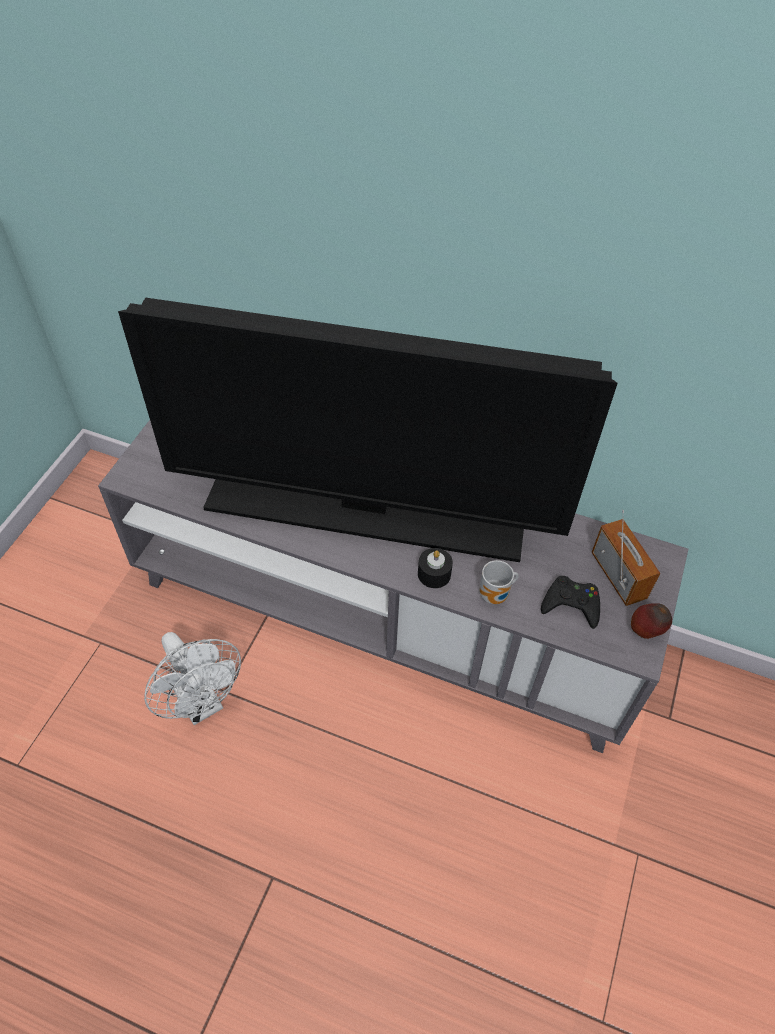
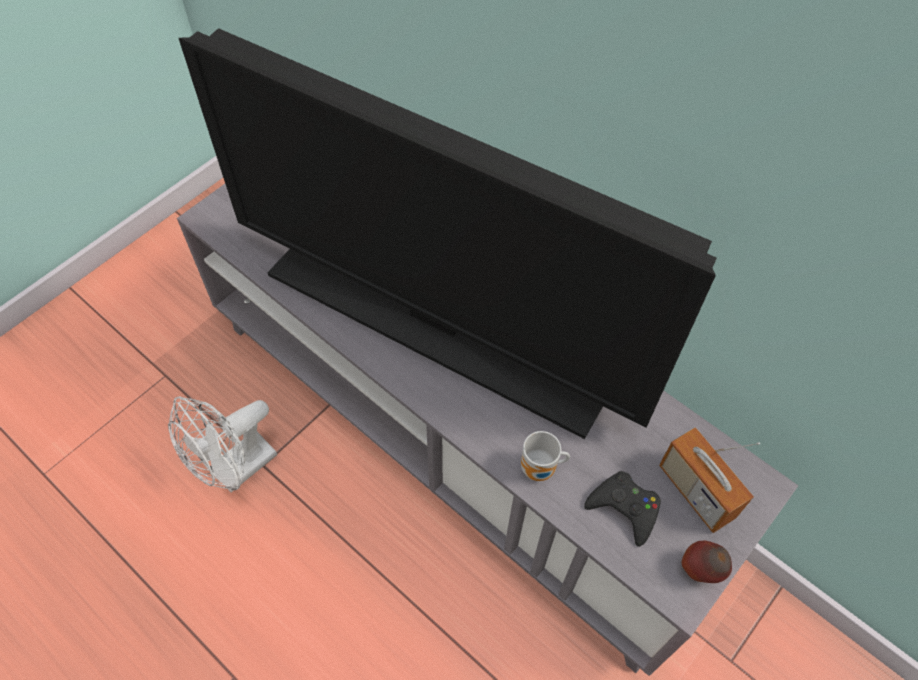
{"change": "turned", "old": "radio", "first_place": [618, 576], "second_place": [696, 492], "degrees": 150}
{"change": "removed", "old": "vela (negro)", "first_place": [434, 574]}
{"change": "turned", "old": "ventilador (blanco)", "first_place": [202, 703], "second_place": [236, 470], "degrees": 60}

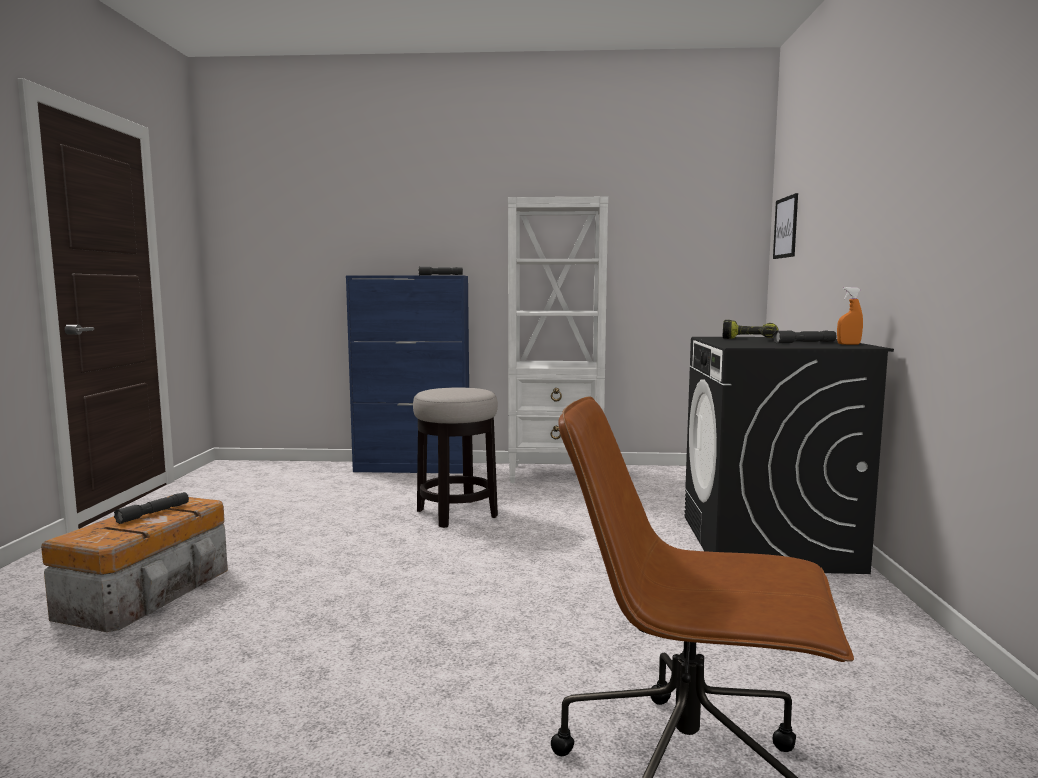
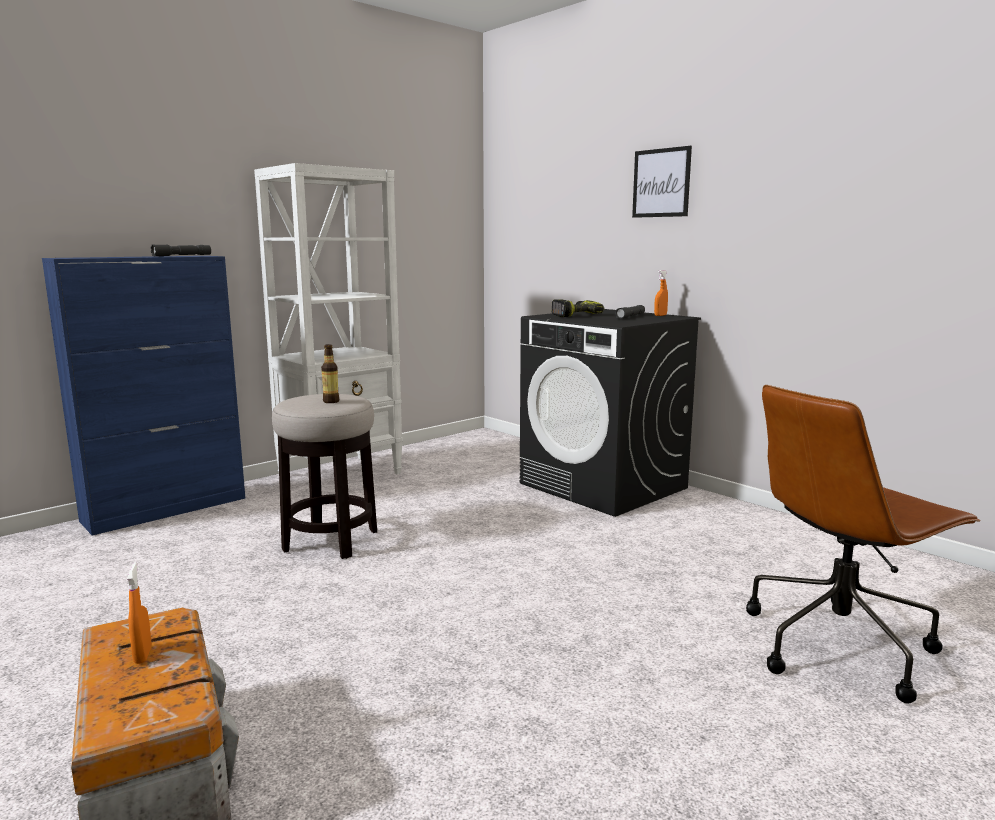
{"change": "moved", "old": "cuadro", "first_place": [786, 227], "second_place": [661, 183]}
{"change": "replaced", "old": "linterna (gris)", "new": "pulverizador (naranja)", "first_place": [153, 513], "second_place": [143, 655]}
{"change": "added", "new": "botella", "second_place": [331, 401]}

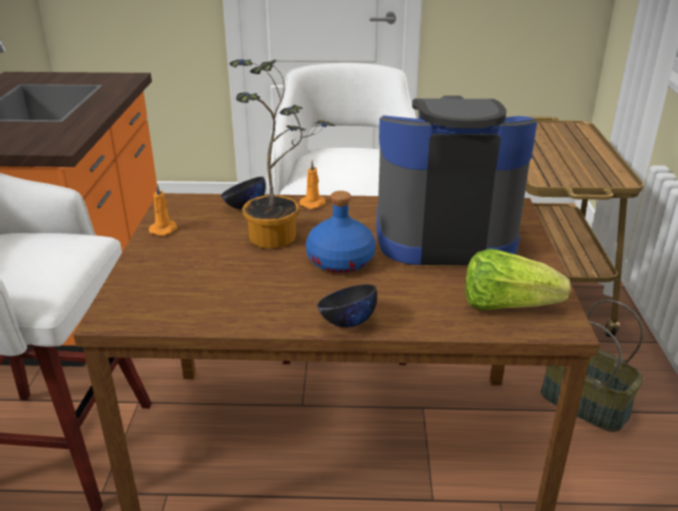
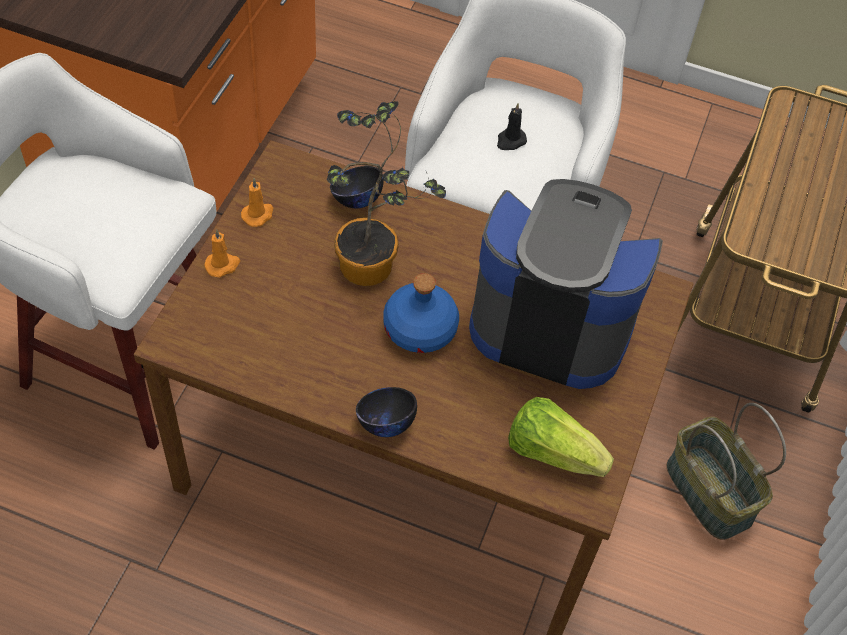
{"change": "moved", "old": "vela (naranja)", "first_place": [313, 203], "second_place": [223, 265]}
{"change": "added", "new": "vela (negro)", "second_place": [510, 141]}

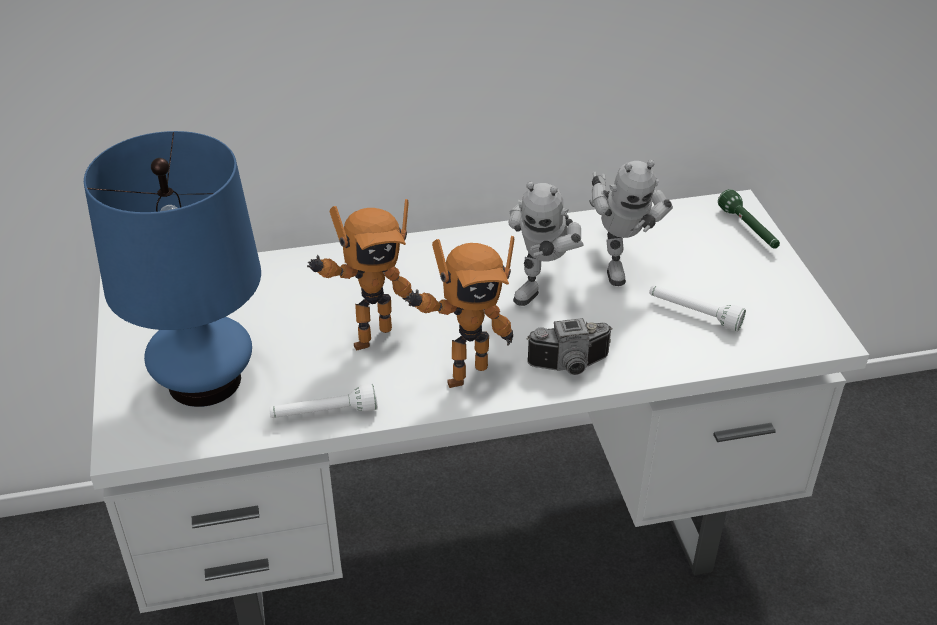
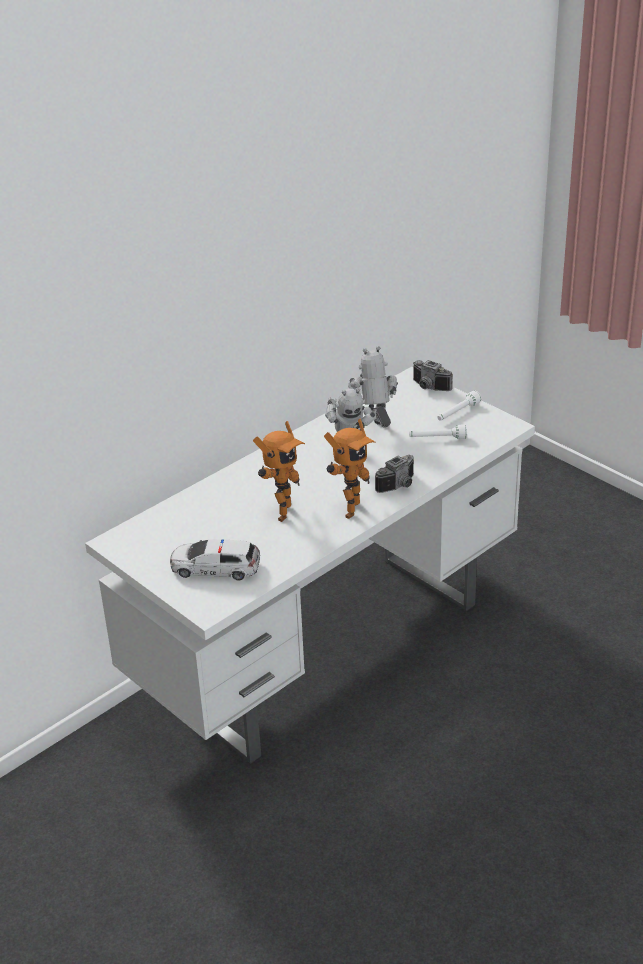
{"change": "replaced", "old": "lámpara de mesa (azul)", "new": "coche de juguete", "first_place": [204, 381], "second_place": [215, 567]}
{"change": "turned", "old": "robot de juguete", "first_place": [618, 262], "second_place": [376, 428], "degrees": -150}
{"change": "replaced", "old": "linterna (verde)", "new": "cámara", "first_place": [749, 230], "second_place": [429, 387]}
{"change": "moved", "old": "linterna (blanco)", "first_place": [324, 413], "second_place": [457, 413]}

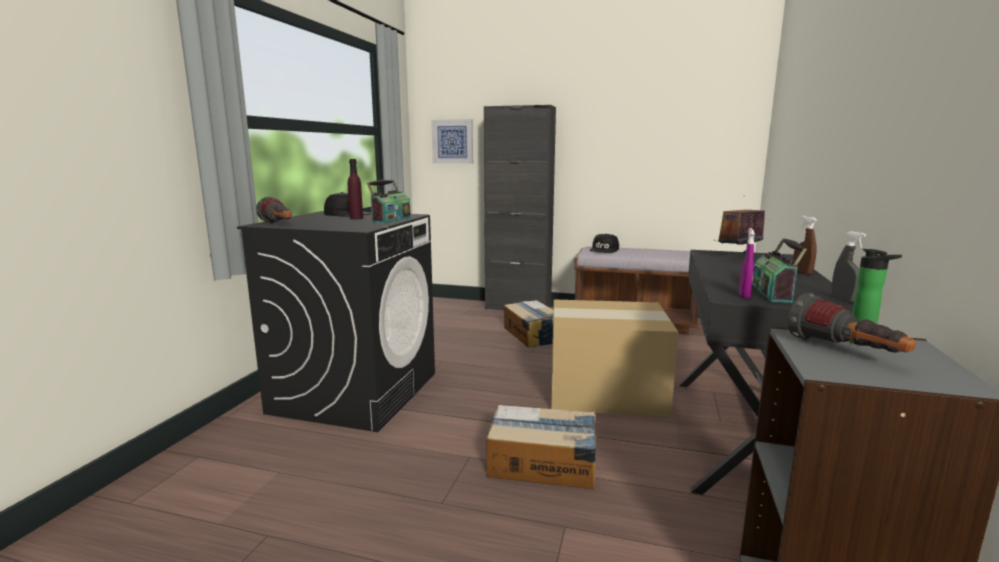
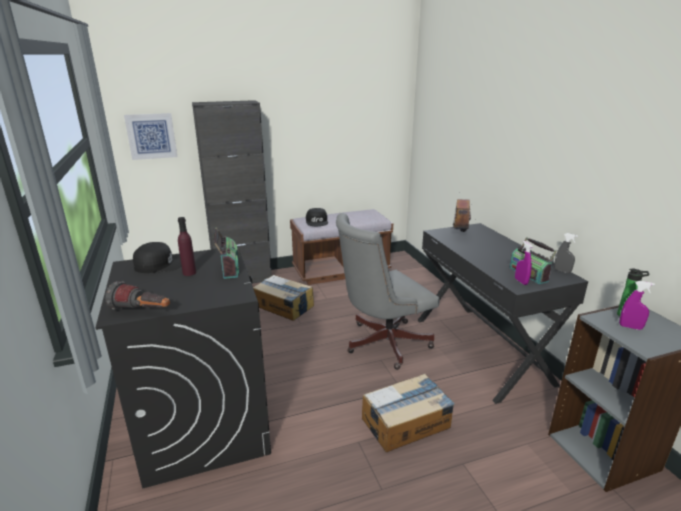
{"change": "removed", "old": "pulverizador (marrón)", "first_place": [802, 272]}
{"change": "replaced", "old": "linterna", "new": "pulverizador (morado)", "first_place": [845, 352], "second_place": [630, 327]}
{"change": "replaced", "old": "caja de cartón", "new": "silla de oficina (gris)", "first_place": [604, 390], "second_place": [382, 343]}

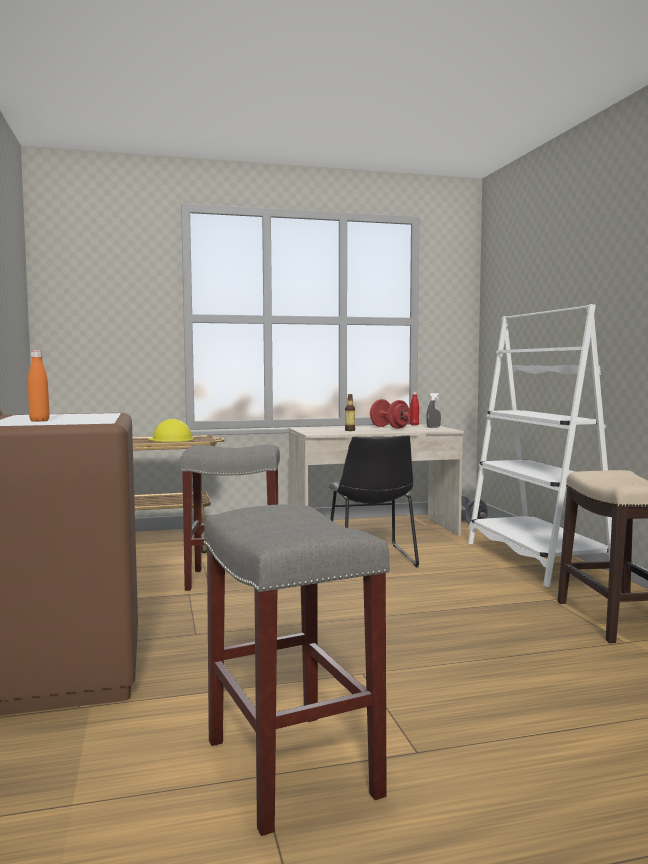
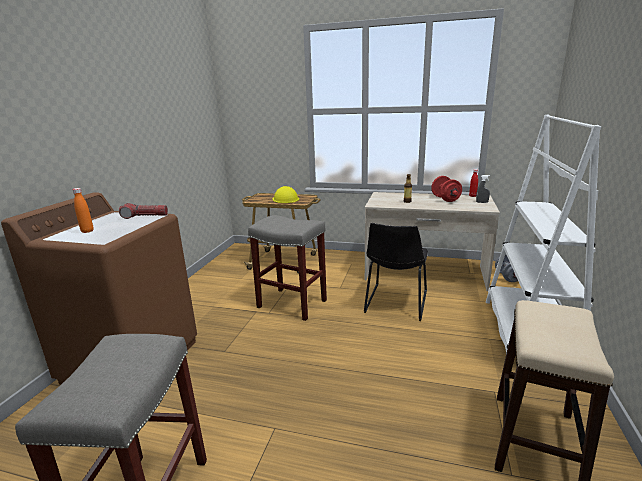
{"change": "added", "new": "linterna", "second_place": [144, 216]}

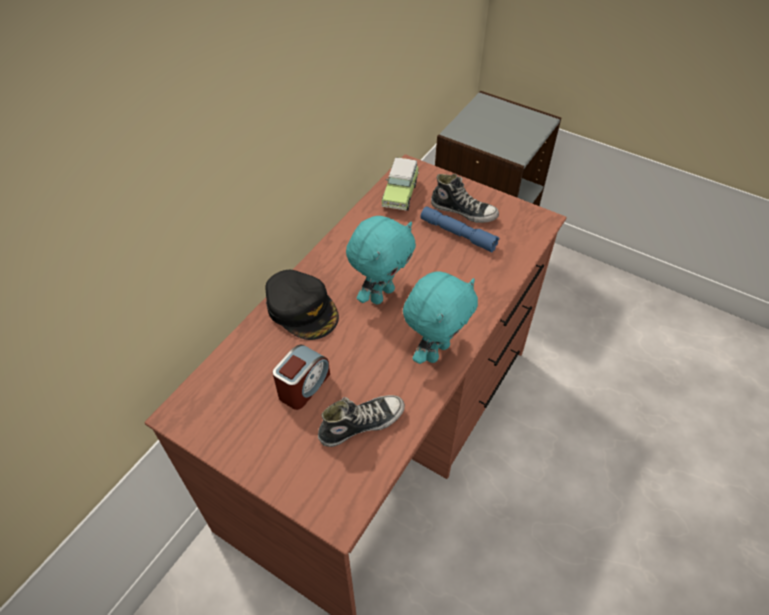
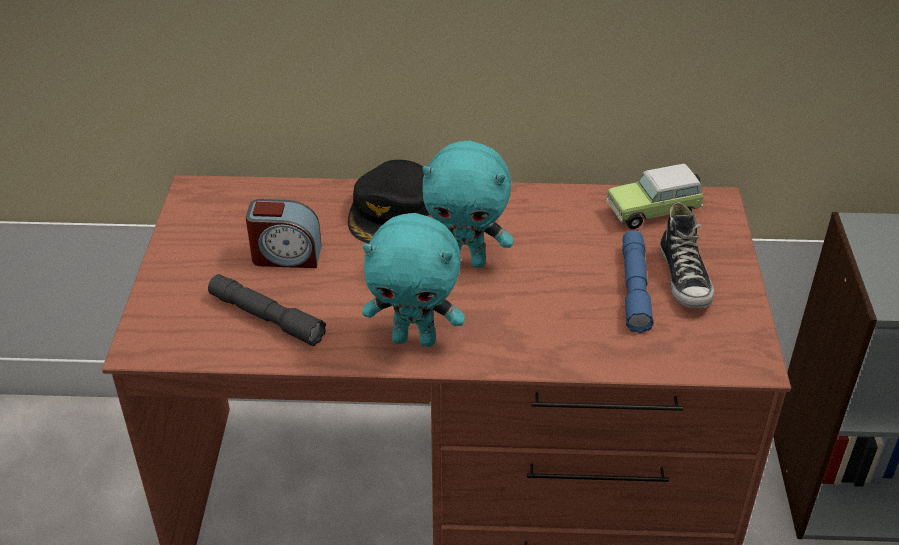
{"change": "replaced", "old": "zapato", "new": "linterna (gris)", "first_place": [361, 424], "second_place": [266, 318]}

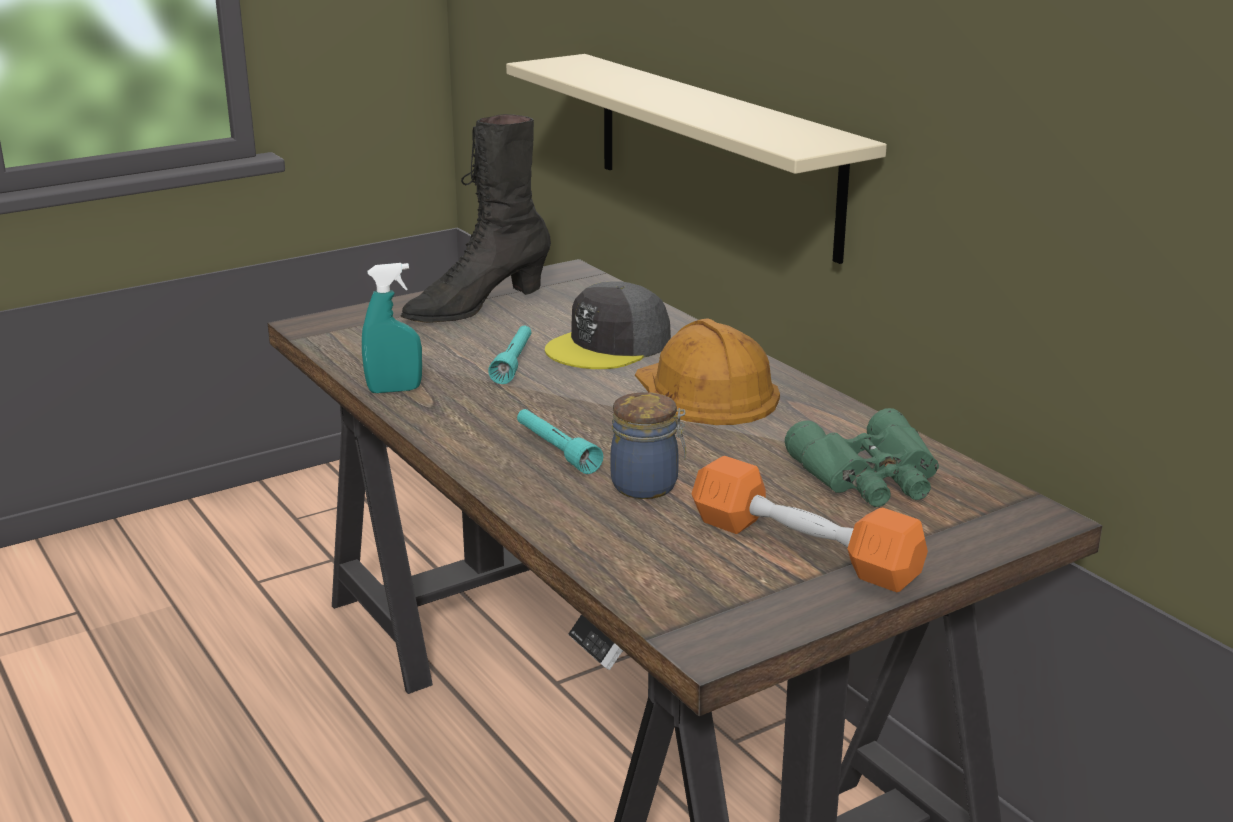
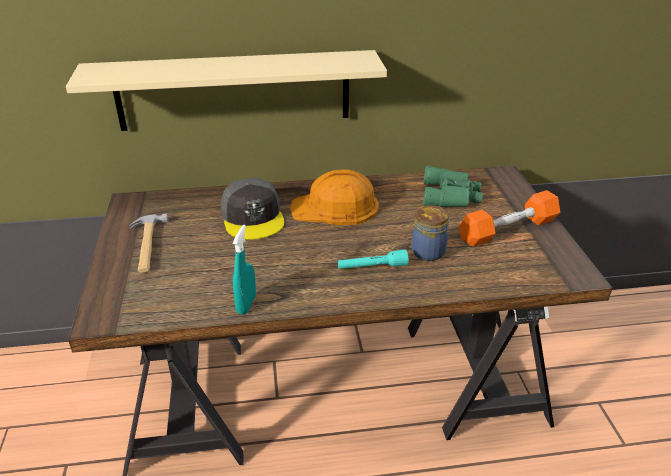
{"change": "replaced", "old": "bota (negro)", "new": "martillo", "first_place": [477, 307], "second_place": [147, 245]}
{"change": "removed", "old": "linterna (turquesa)", "first_place": [513, 363]}

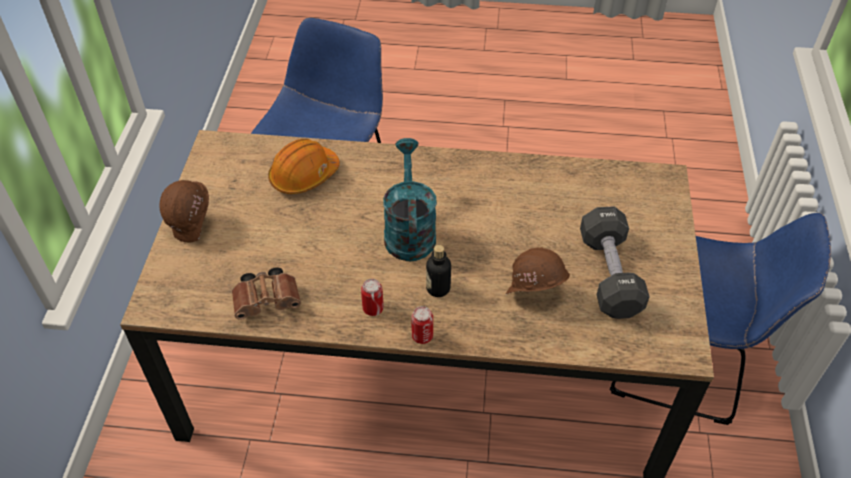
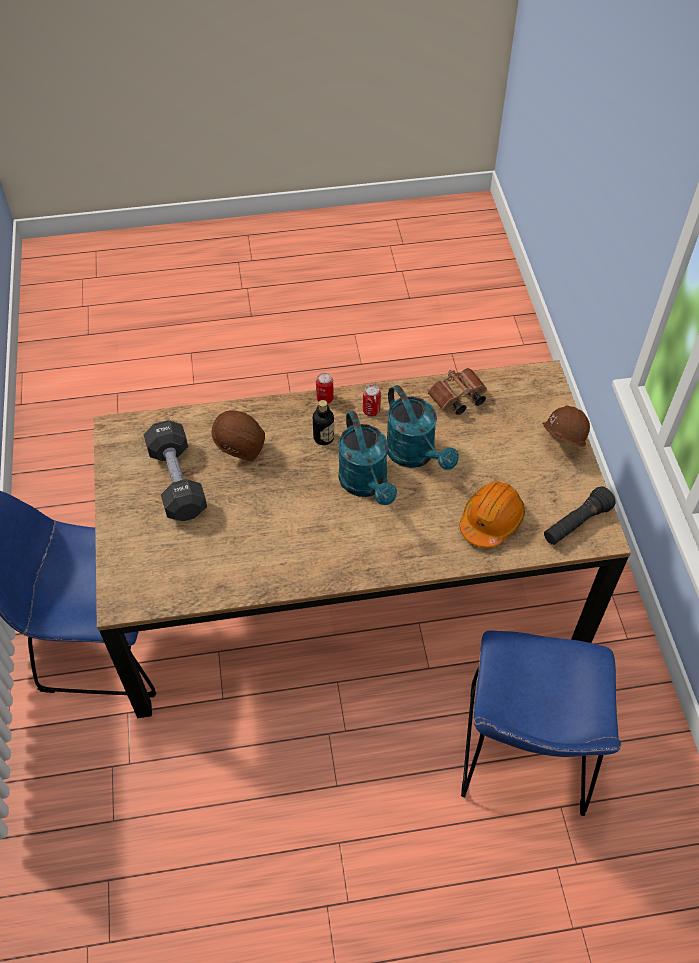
{"change": "added", "new": "regadera (turquesa)", "second_place": [415, 455]}
{"change": "added", "new": "linterna (negro)", "second_place": [576, 524]}

